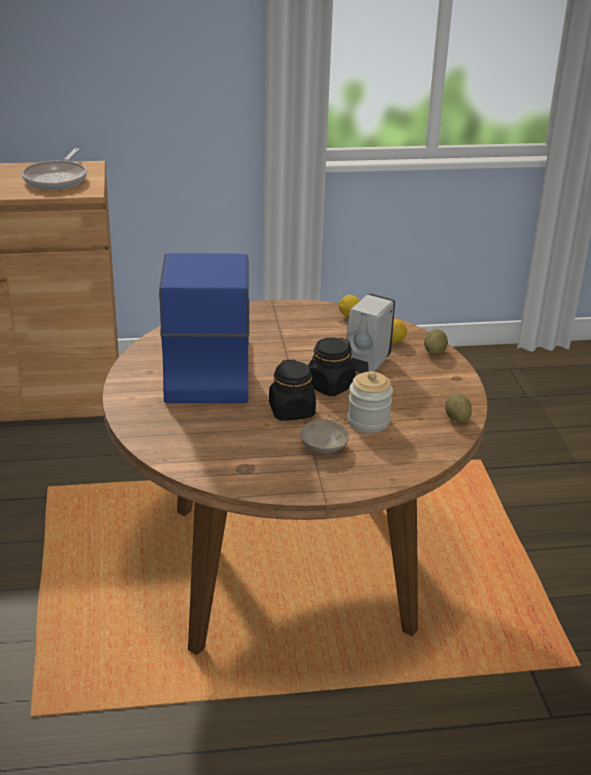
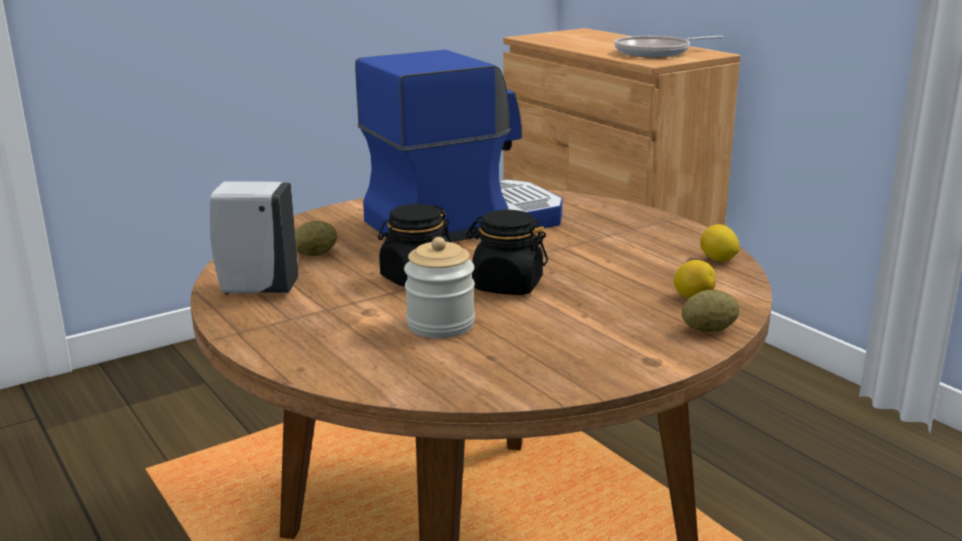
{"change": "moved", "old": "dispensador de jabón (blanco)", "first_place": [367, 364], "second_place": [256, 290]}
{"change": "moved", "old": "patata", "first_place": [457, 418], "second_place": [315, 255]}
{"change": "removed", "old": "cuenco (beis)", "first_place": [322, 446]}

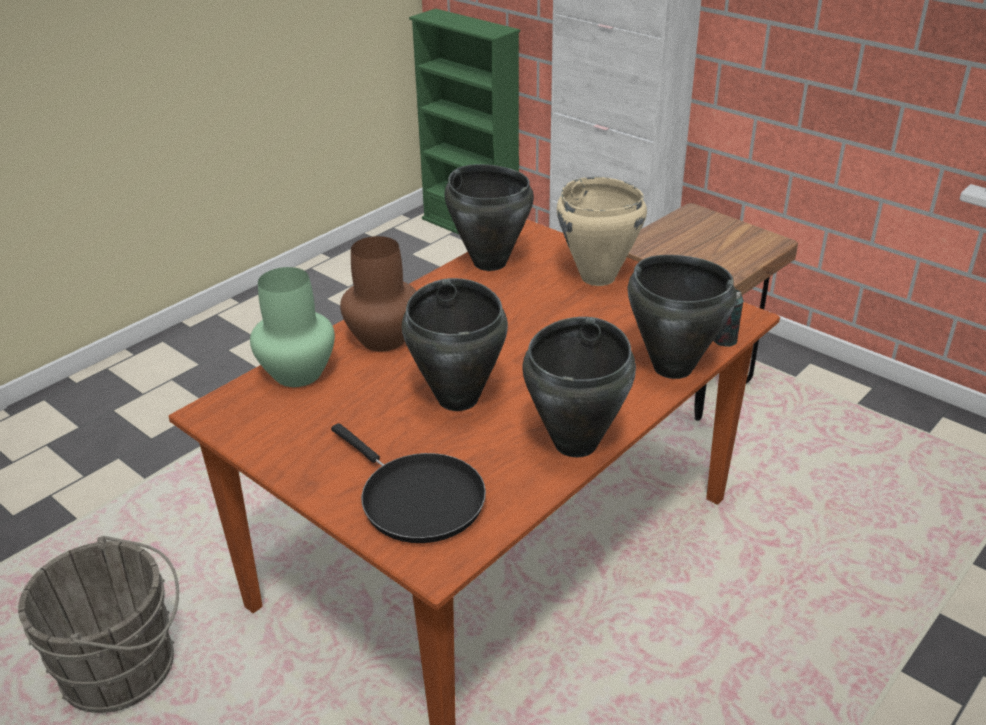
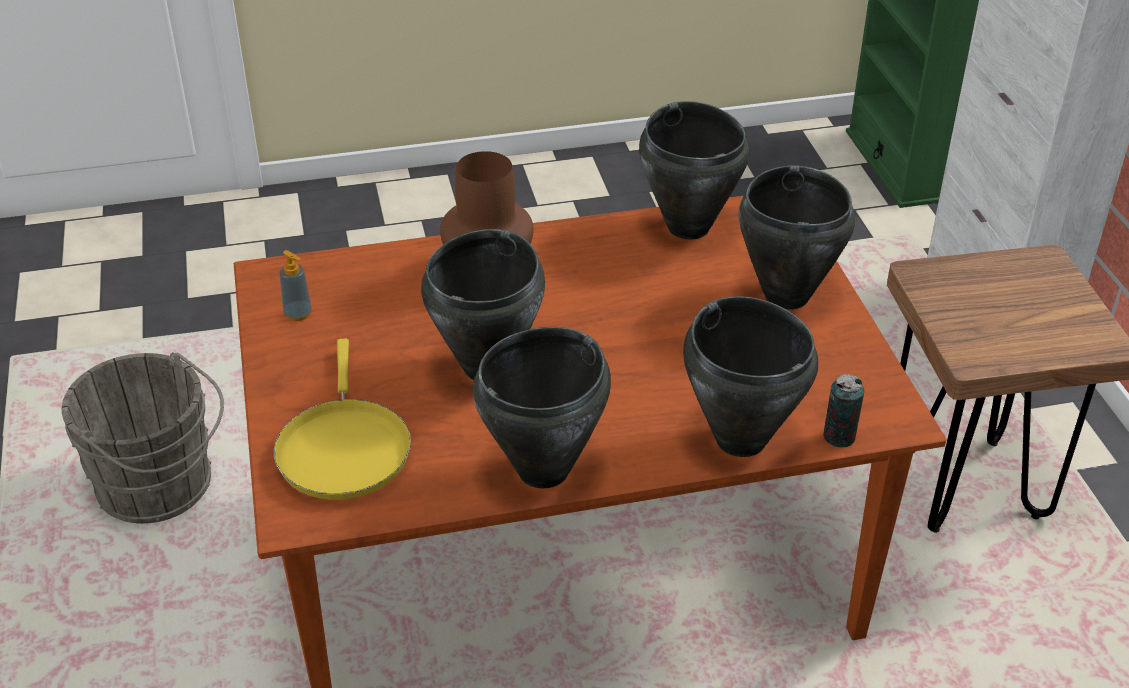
{"change": "recoloured", "old": "olla (beis)", "new": "olla (negro)", "first_place": [597, 278], "second_place": [785, 296]}
{"change": "removed", "old": "florero (verde)", "first_place": [299, 372]}
{"change": "recoloured", "old": "sartén (negro)", "new": "sartén (amarillo)", "first_place": [417, 499], "second_place": [343, 448]}
{"change": "added", "new": "dispensador de jabón", "second_place": [298, 314]}

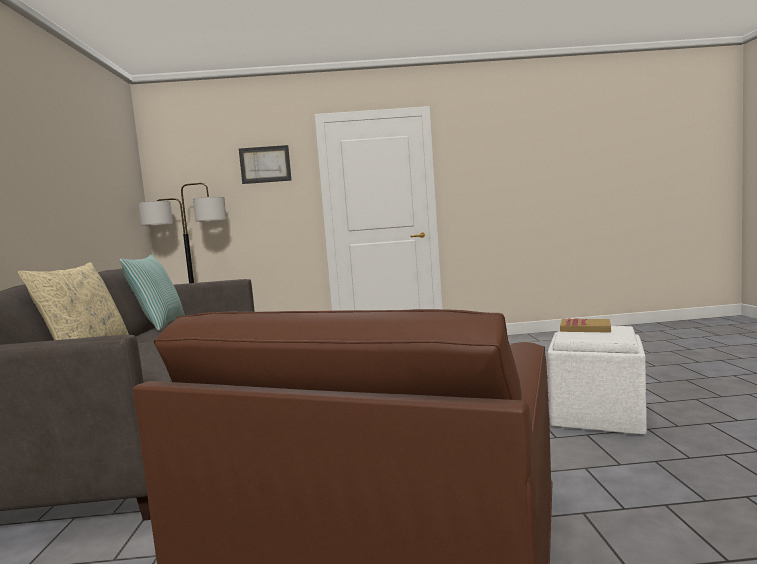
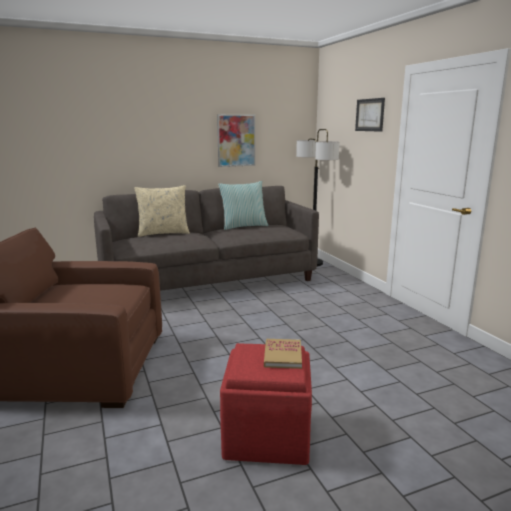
{"change": "recoloured", "old": "puf (blanco)", "new": "puf (rojo)", "first_place": [597, 415], "second_place": [268, 435]}
{"change": "added", "new": "cuadro", "second_place": [236, 140]}

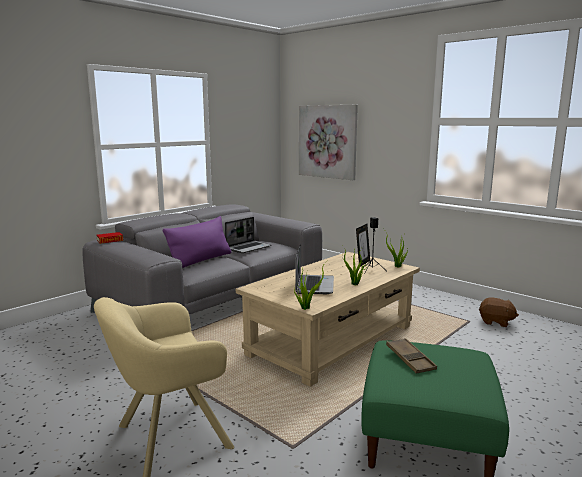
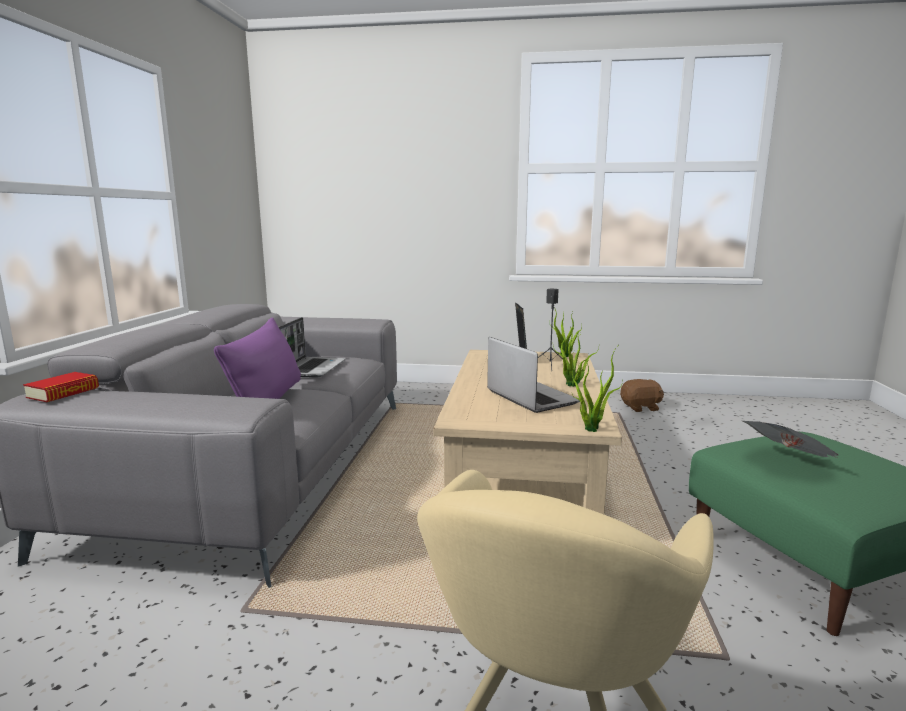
{"change": "removed", "old": "cuadro", "first_place": [327, 141]}
{"change": "replaced", "old": "bandeja (marrón)", "new": "periódico", "first_place": [410, 359], "second_place": [788, 462]}

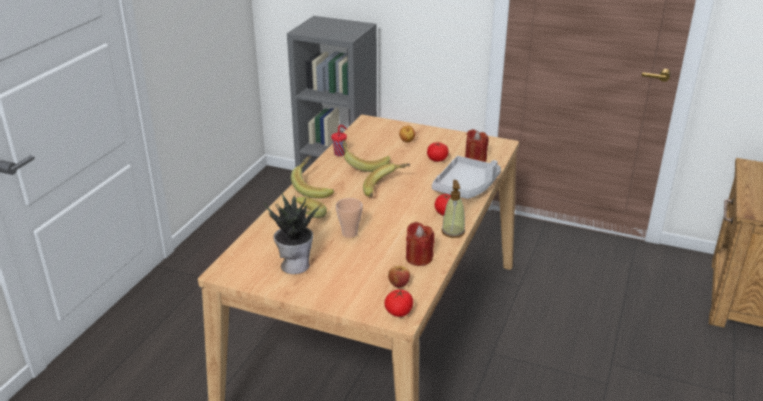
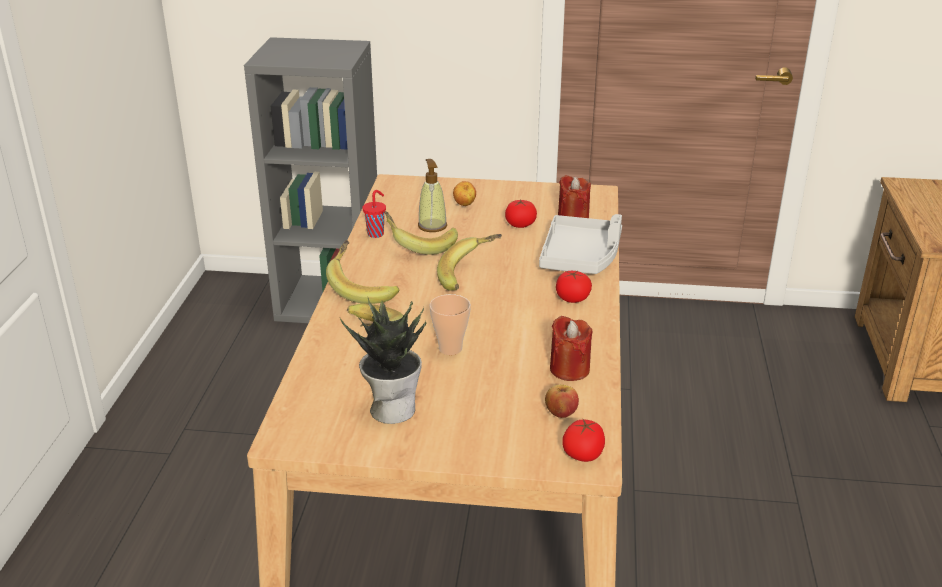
{"change": "moved", "old": "dispensador de jabón", "first_place": [453, 231], "second_place": [432, 226]}

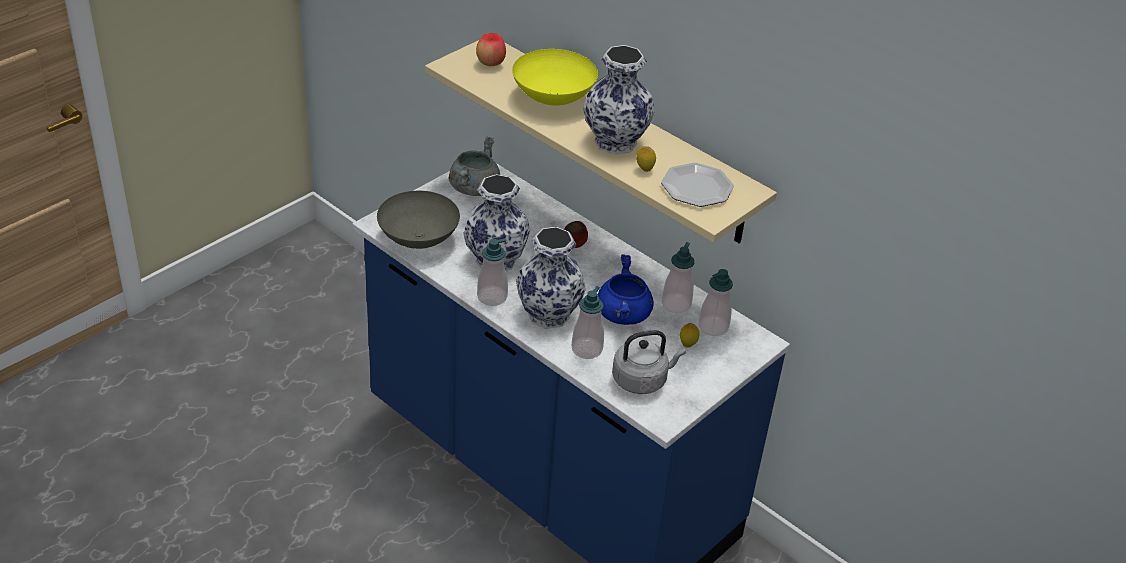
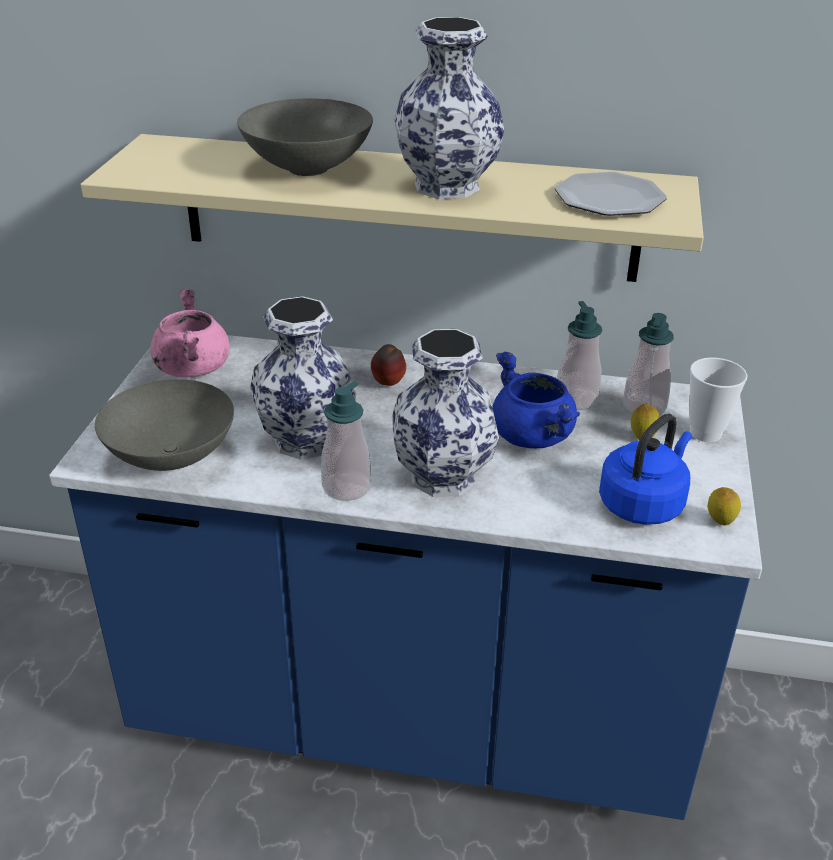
{"change": "removed", "old": "manzana", "first_place": [490, 64]}
{"change": "recoloured", "old": "cuenco (amarillo)", "new": "cuenco (gris)", "first_place": [552, 98], "second_place": [306, 169]}
{"change": "recoloured", "old": "olla (gris)", "new": "olla (rosa)", "first_place": [473, 187], "second_place": [192, 367]}
{"change": "moved", "old": "limón", "first_place": [644, 169], "second_place": [720, 523]}
{"change": "removed", "old": "dispensador de jabón", "first_place": [587, 349]}
{"change": "recoloured", "old": "hervidor (gris)", "new": "hervidor (azul)", "first_place": [642, 380], "second_place": [643, 503]}
{"change": "added", "new": "taza", "second_place": [705, 433]}

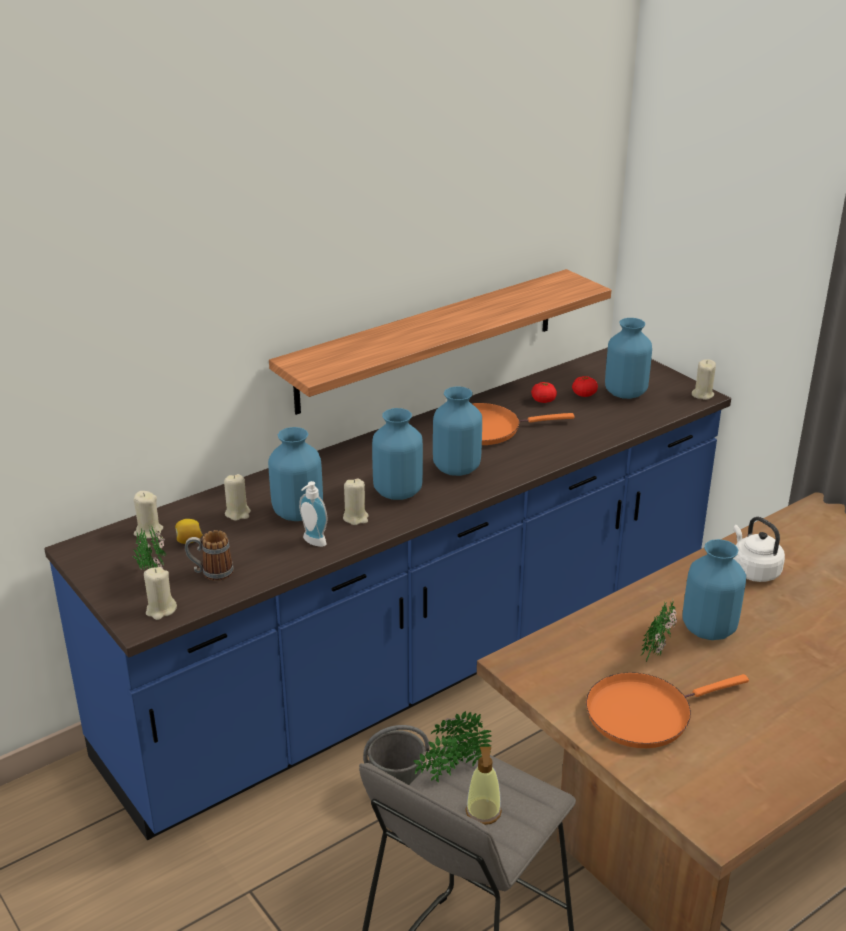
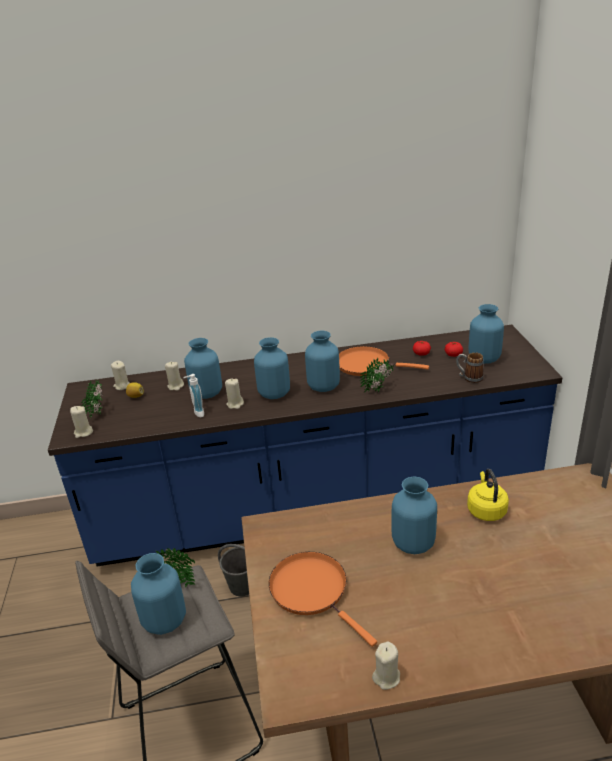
{"change": "removed", "old": "estante", "first_place": [428, 340]}
{"change": "moved", "old": "vela (beis)", "first_place": [702, 394], "second_place": [386, 677]}
{"change": "recoloured", "old": "hervidor (blanco)", "new": "hervidor (amarillo)", "first_place": [753, 571], "second_place": [486, 510]}
{"change": "moved", "old": "taza grande", "first_place": [211, 573], "second_place": [469, 378]}
{"change": "moved", "old": "planta en maceta", "first_place": [656, 650], "second_place": [379, 389]}
{"change": "turned", "old": "sartén (naranja)", "first_place": [644, 713], "second_place": [312, 590], "degrees": 45}
{"change": "replaced", "old": "dispensador de jabón", "new": "florero (azul)", "first_place": [483, 812], "second_place": [165, 620]}

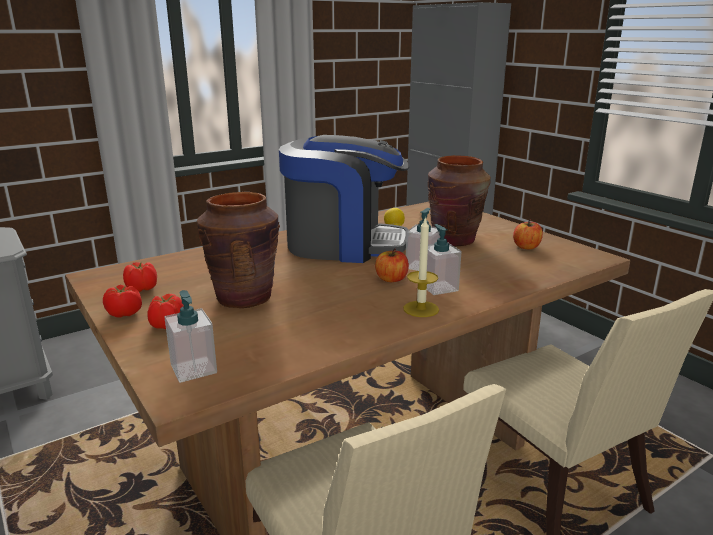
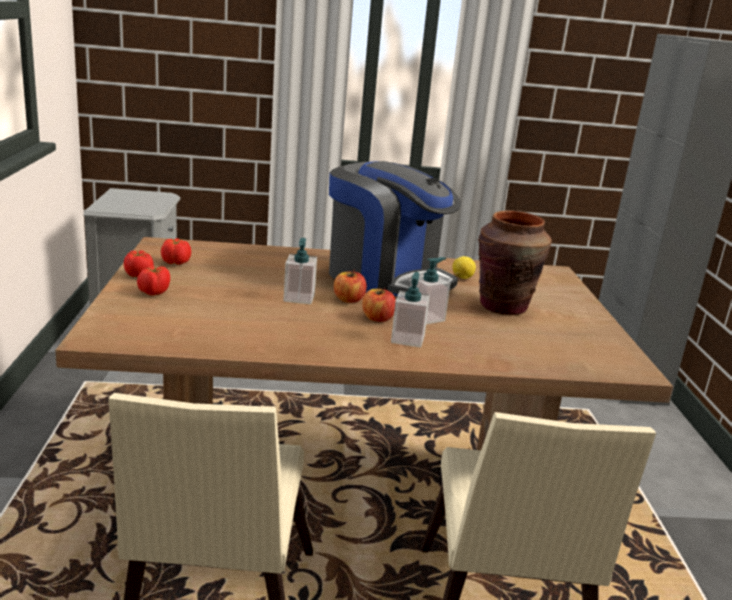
{"change": "removed", "old": "florero (marrón)", "first_place": [244, 298]}
{"change": "removed", "old": "vela", "first_place": [421, 309]}
{"change": "moved", "old": "manzana", "first_place": [526, 247], "second_place": [349, 300]}
{"change": "moved", "old": "dispensador de jabón", "first_place": [194, 369], "second_place": [299, 298]}

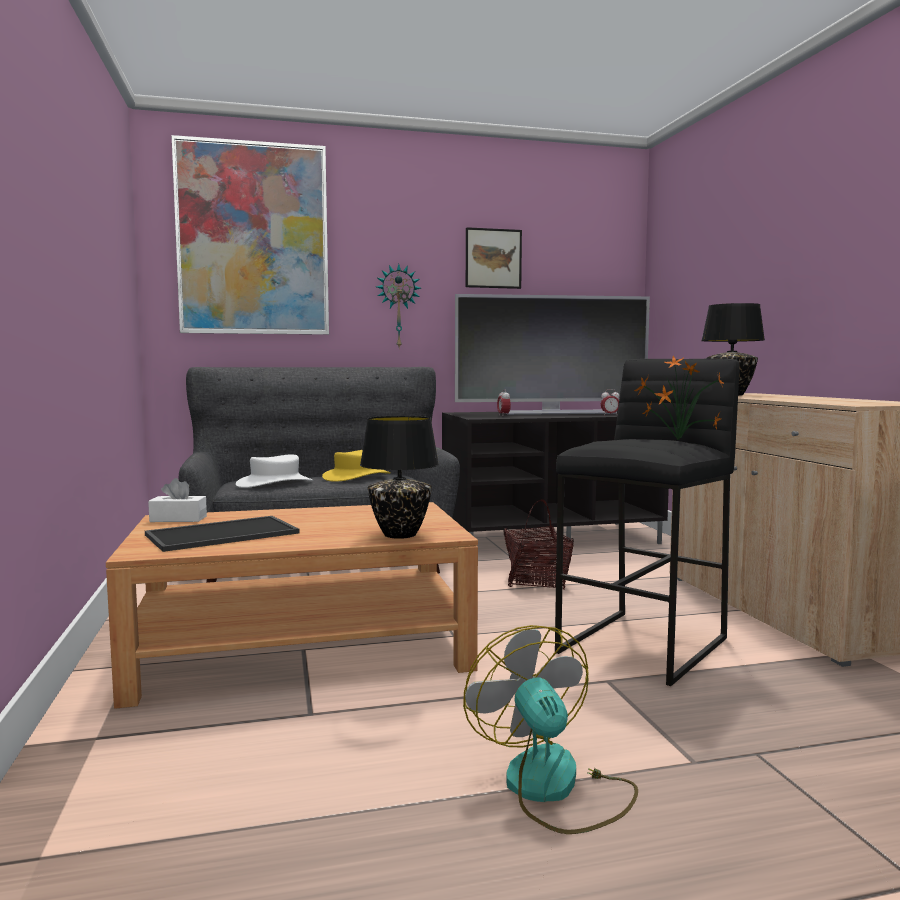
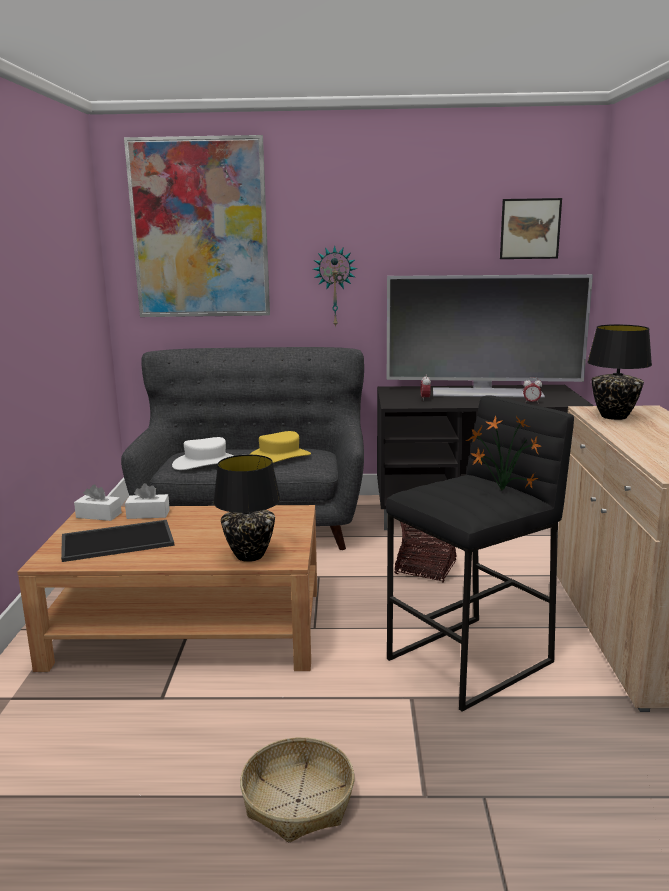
{"change": "moved", "old": "cuadro", "first_place": [493, 258], "second_place": [530, 229]}
{"change": "replaced", "old": "ventilador", "new": "cesta", "first_place": [553, 788], "second_place": [297, 801]}
{"change": "added", "new": "caja de pañuelos (blanco)", "second_place": [148, 514]}

